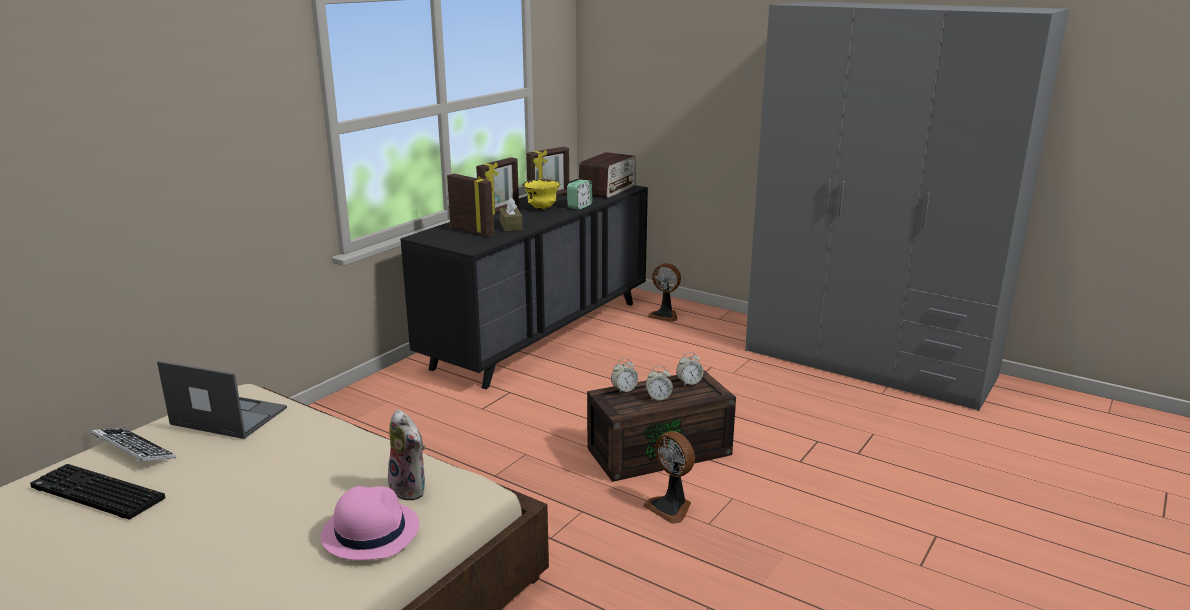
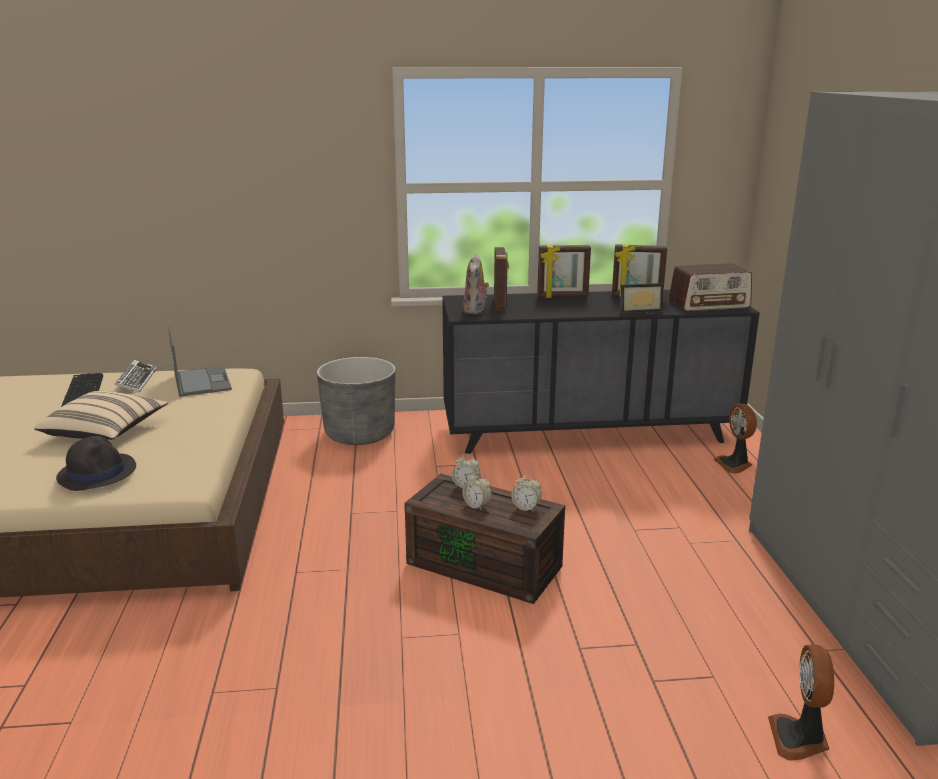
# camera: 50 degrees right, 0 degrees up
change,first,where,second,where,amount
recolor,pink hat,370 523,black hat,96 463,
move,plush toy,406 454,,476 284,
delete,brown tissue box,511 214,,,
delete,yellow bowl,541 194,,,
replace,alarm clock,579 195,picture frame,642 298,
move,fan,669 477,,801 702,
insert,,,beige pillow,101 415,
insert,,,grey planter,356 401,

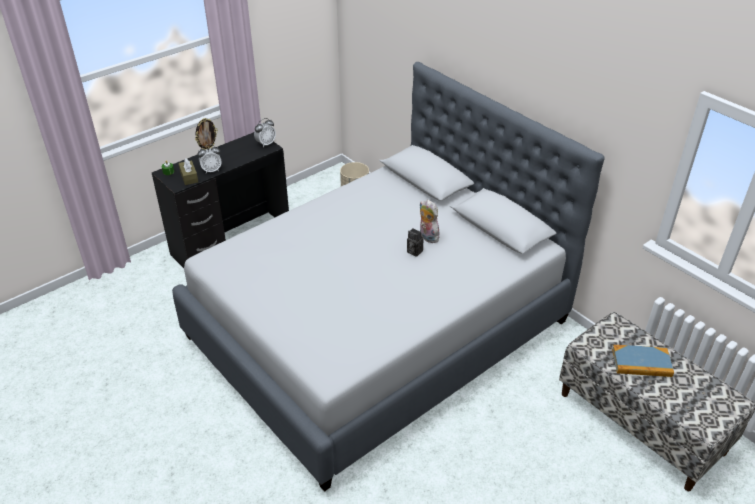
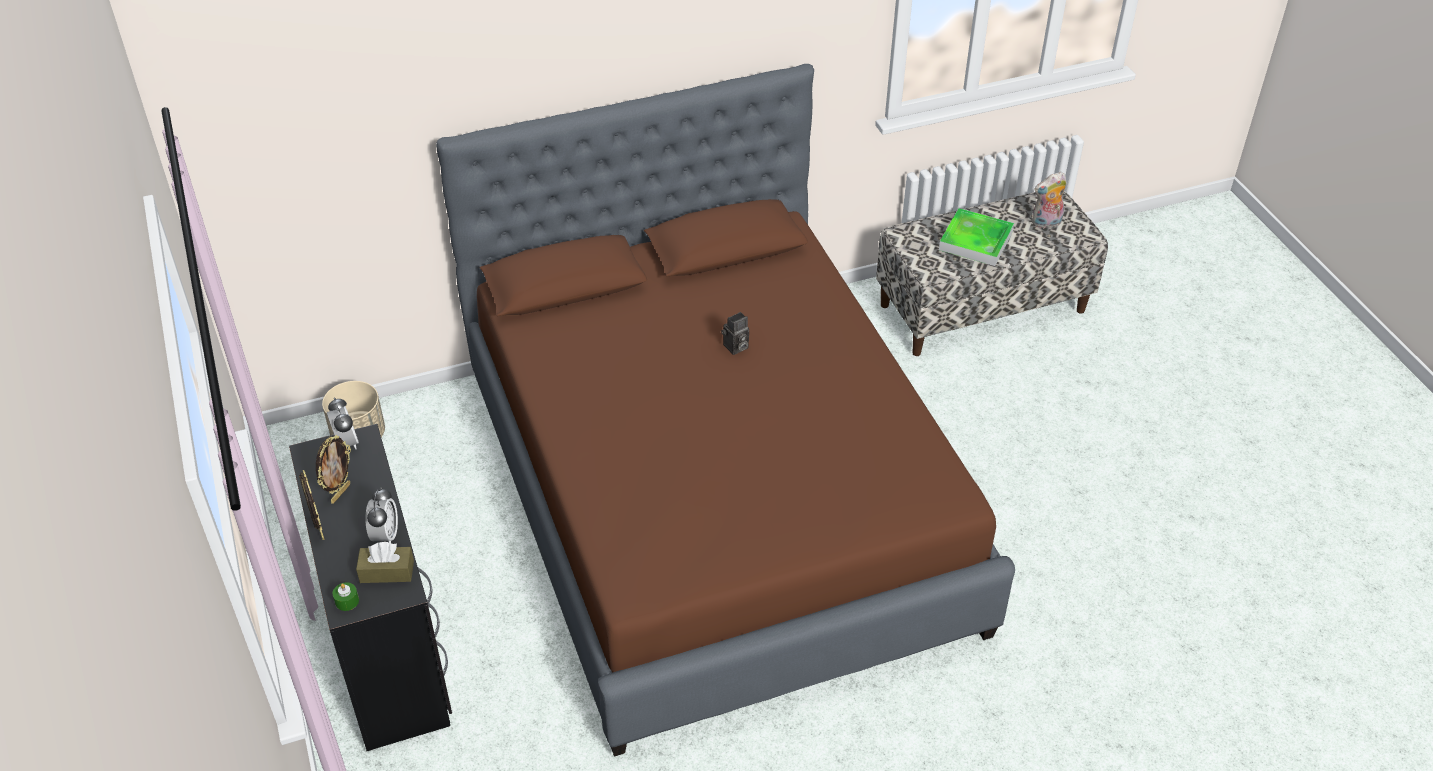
# camera: 70 degrees left, 5 degrees up
change,first,where,second,where,amount
recolor,grey bed,388 277,brown bed,725 410,
move,plush toy,429 221,,1049 200,
replace,book,643 361,tray,976 237,
insert,,,picture frame,333 469,

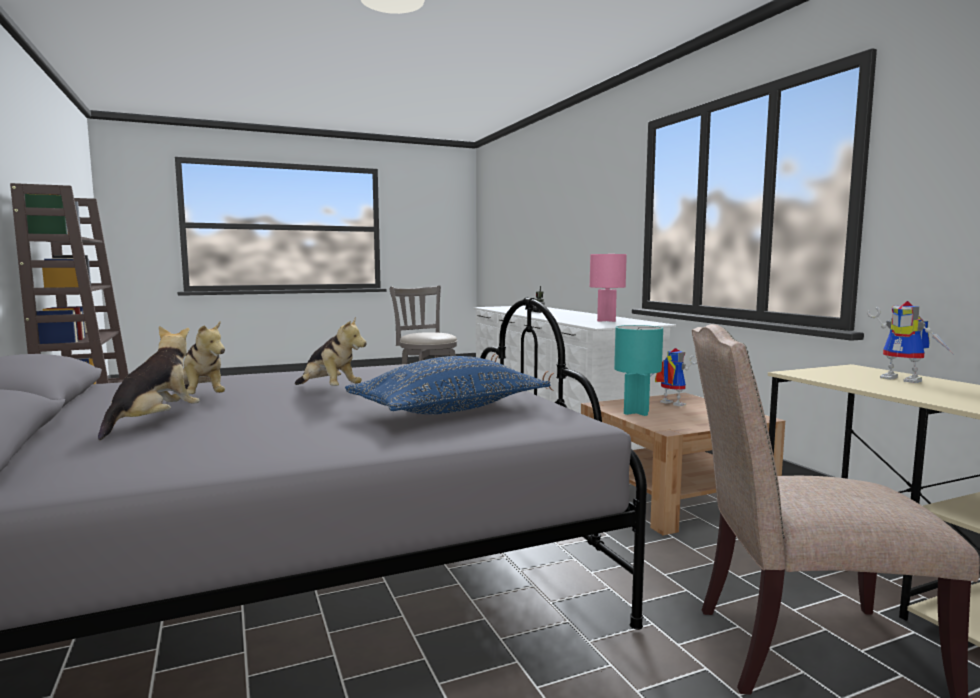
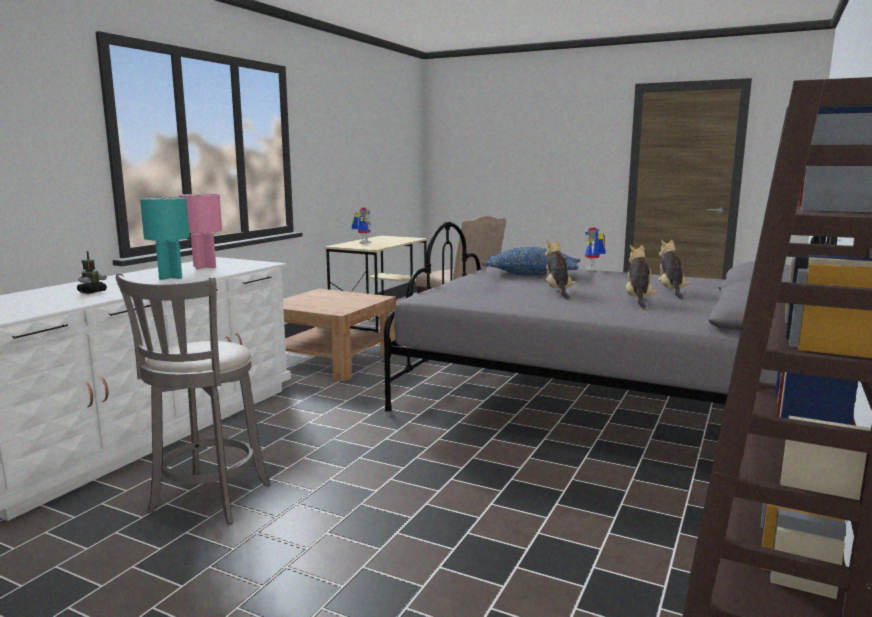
# camera: 130 degrees left, 5 degrees up
change,first,where,second,where,amount
rotate,plush toy,149 383,,674 269,120 degrees clockwise
move,turquoise table lamp,638 370,,165 238,
move,toy robot,673 377,,595 249,

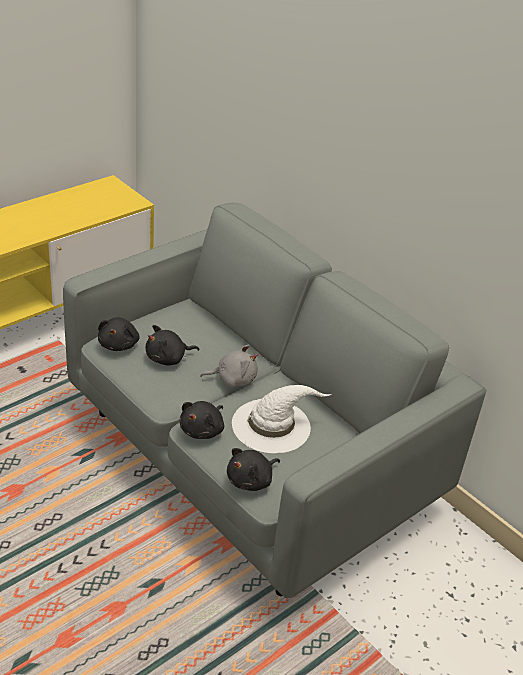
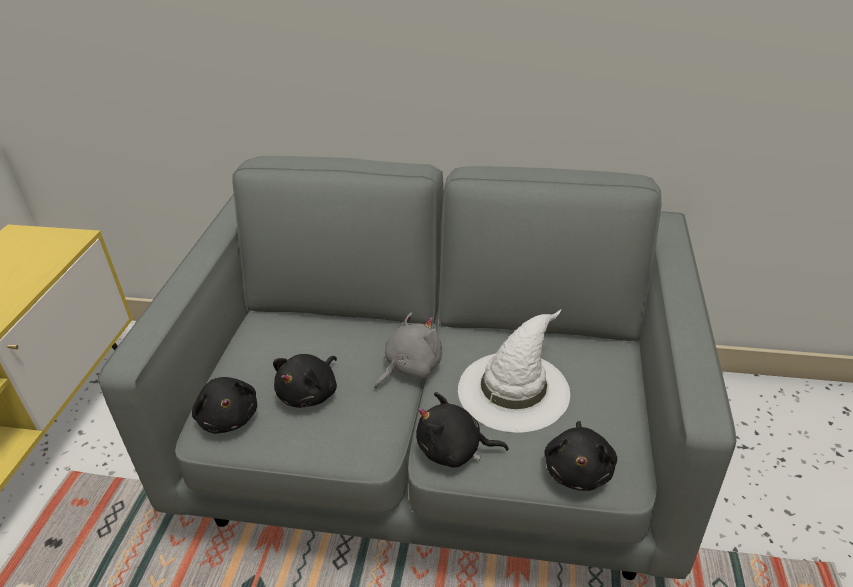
# camera: 35 degrees left, 0 degrees up
change,first,where,second,where,amount
rotate,black plush toy,201 420,,462 429,105 degrees clockwise

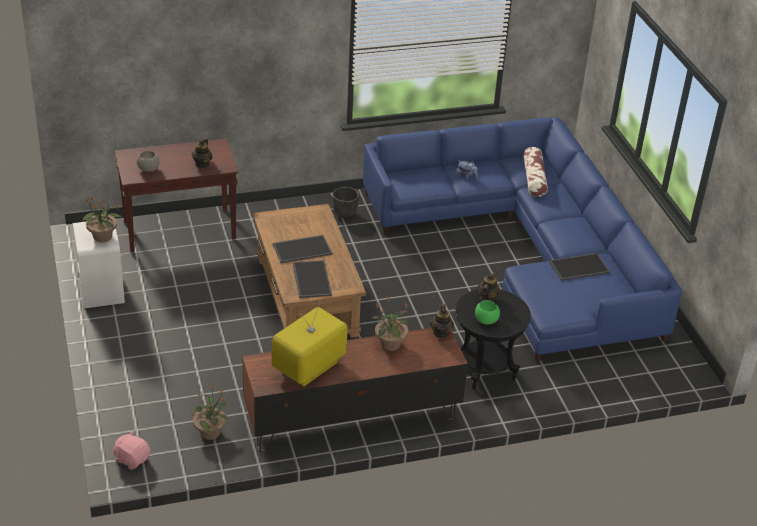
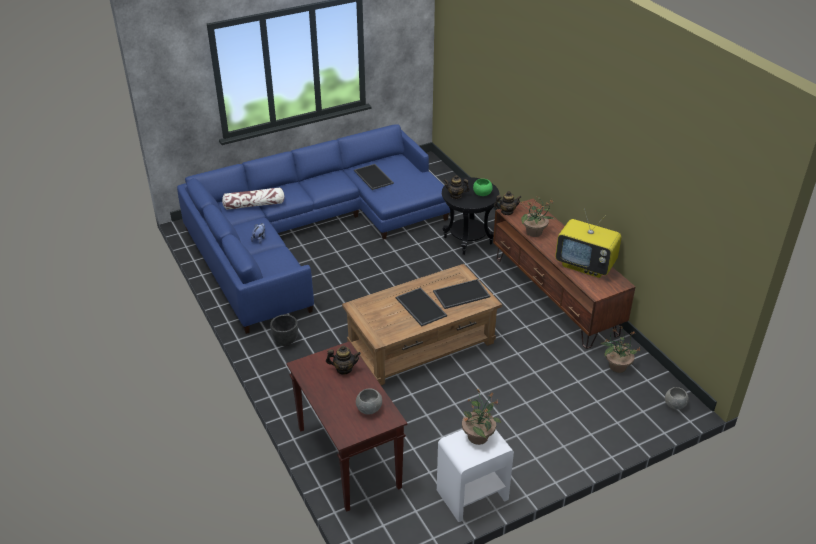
# camera: 100 degrees left, 0 degrees up
change,first,where,second,where,amount
replace,pink plush toy,132 450,grey bowl,677 398,

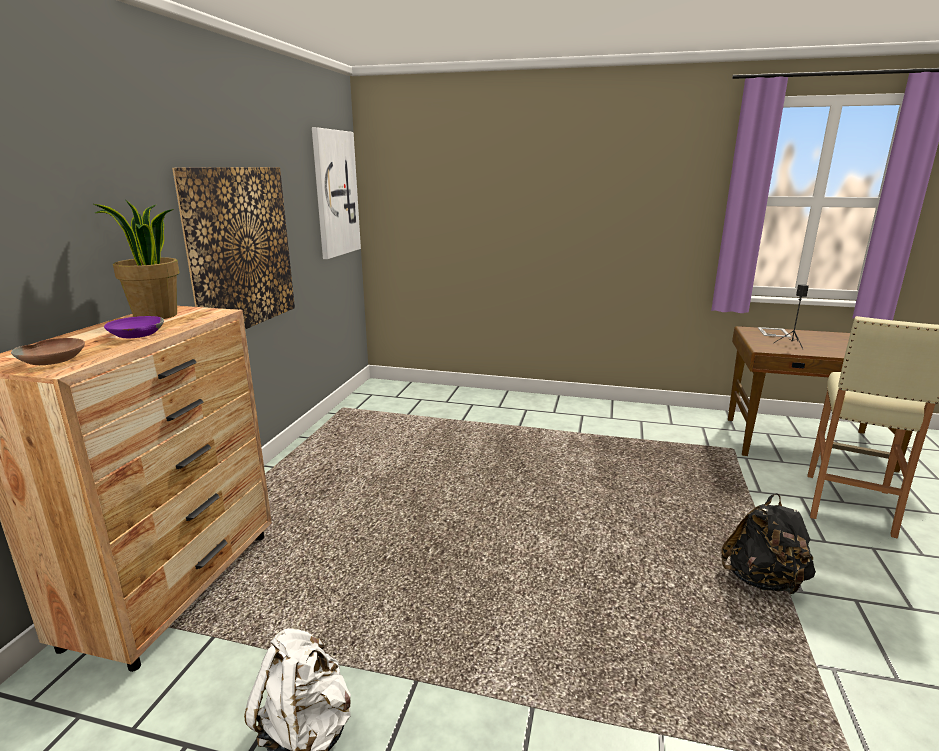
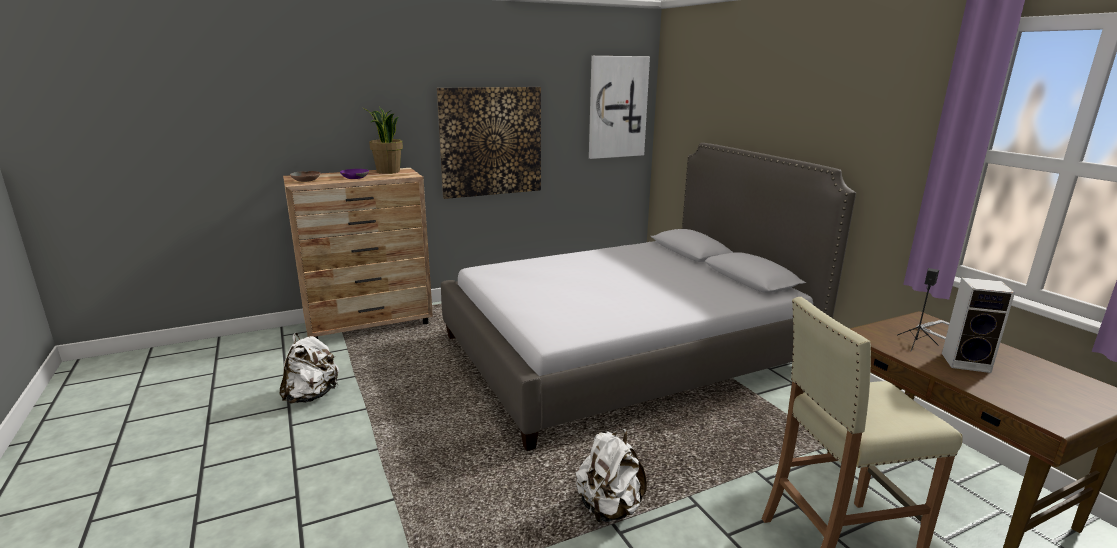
# camera: 50 degrees right, 0 degrees up
change,first,where,second,where,amount
recolor,black backpack,768 544,white backpack,611 476,
insert,,,bed,648 297,
insert,,,speaker,978 325,

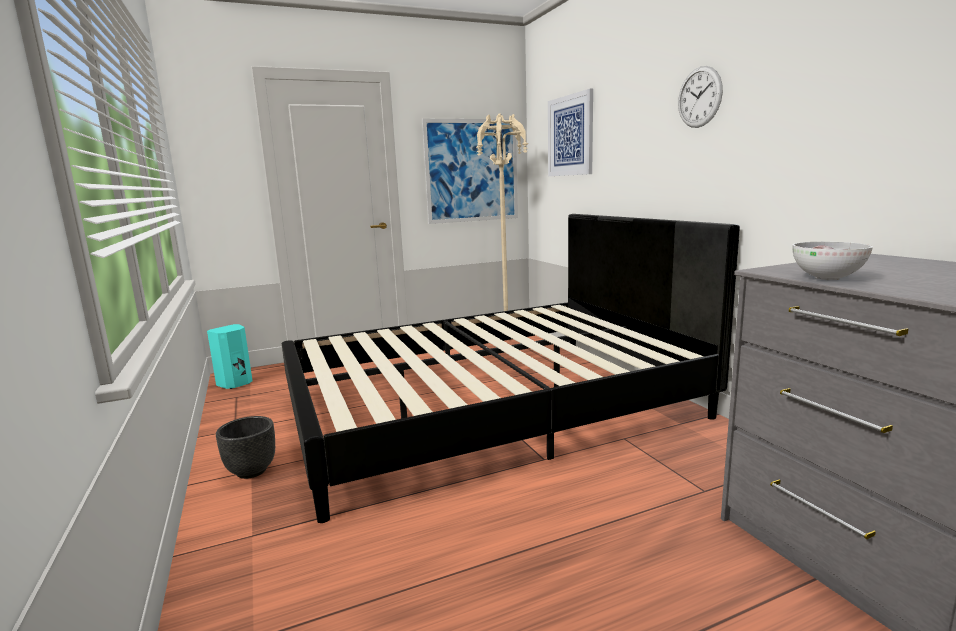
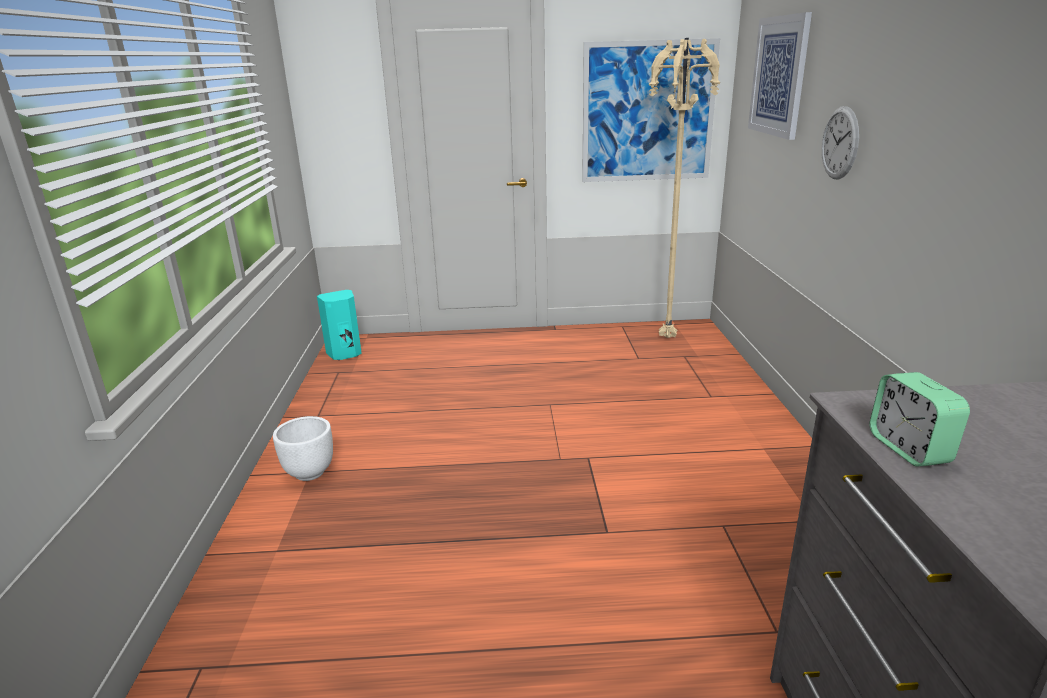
# camera: 20 degrees right, 10 degrees up
change,first,where,second,where,amount
recolor,black planter,245 447,white planter,303 448,
delete,black bed,511 368,,,
move,wall clock,700 97,,840 142,
replace,bowl,832 261,alarm clock,919 419,

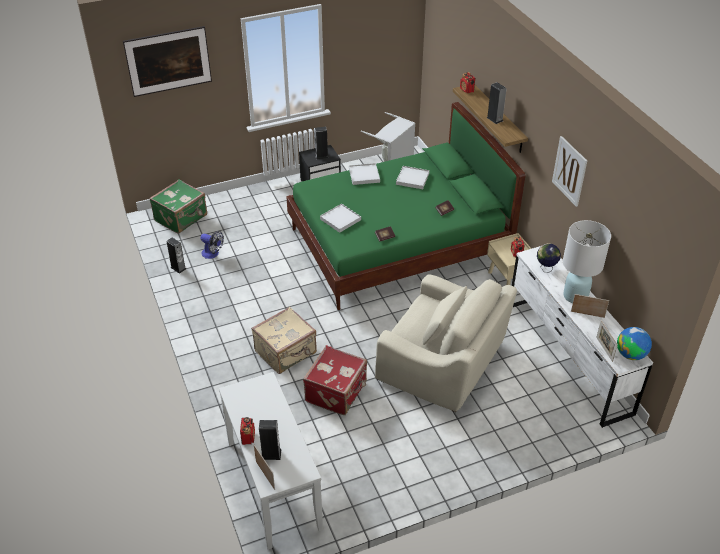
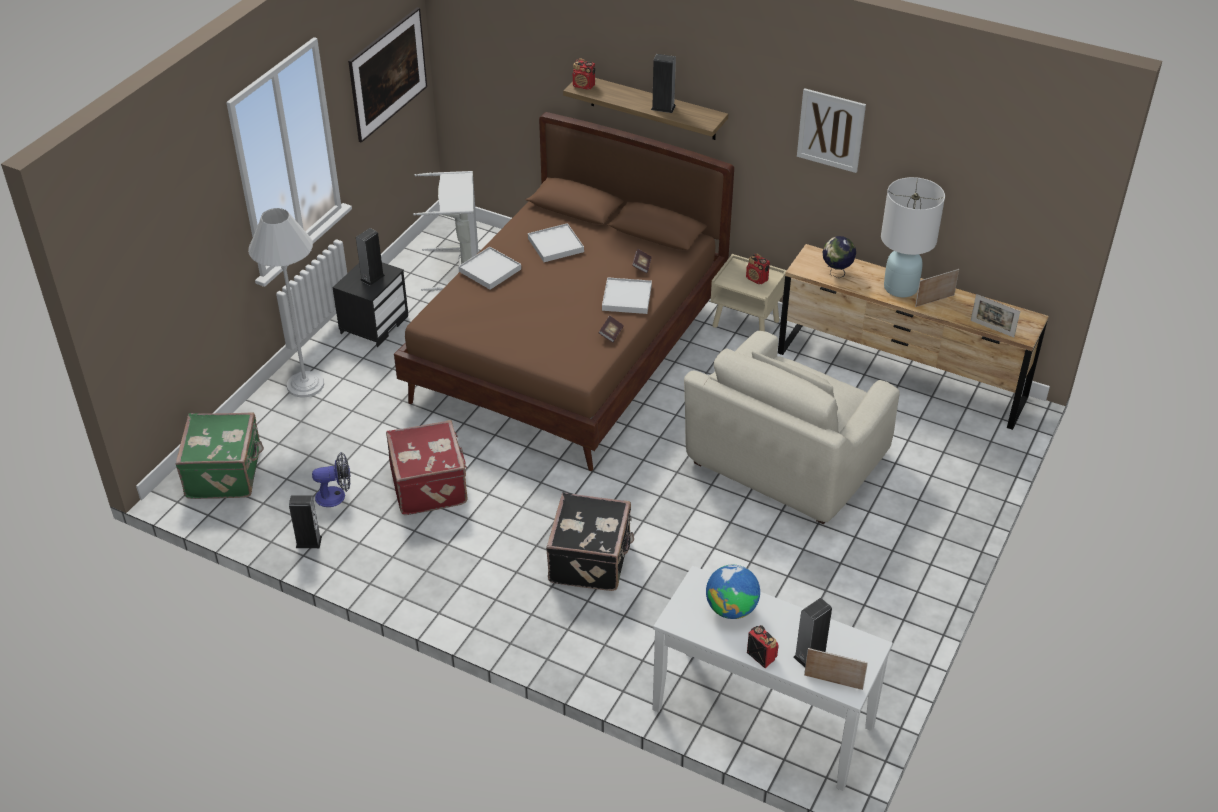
# camera: 40 degrees left, 0 degrees up
change,first,where,second,where,amount
move,picture,167 61,,387 75,
recolor,beige suitcase,284 340,black suitcase,590 541,
recolor,green bed,405 206,brown bed,564 291,
move,red suitcase,335 380,,427 467,
move,white tray,340 218,,627 295,
rotate,beige armchair,446 343,,792 427,135 degrees clockwise
recolor,white dresser,582 337,brown dresser,913 337,
move,globe,634 343,,733 592,
insert,,,white floor lamp,286 303,

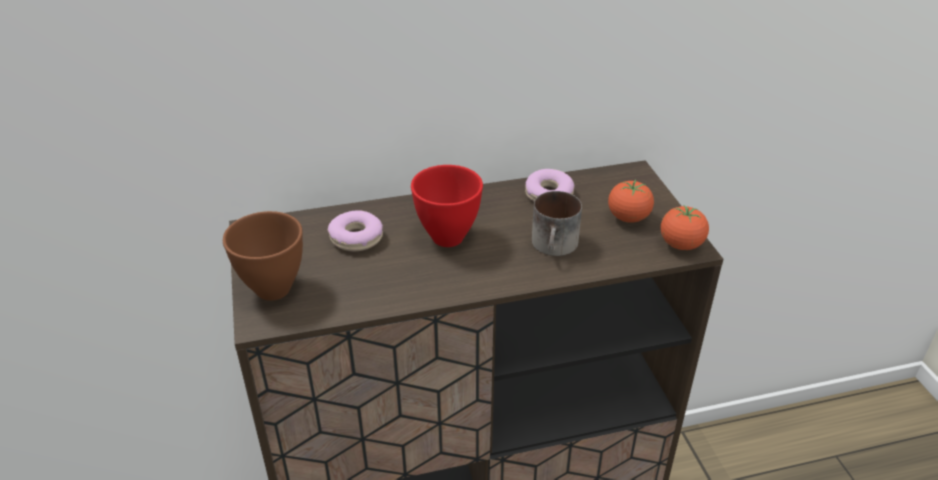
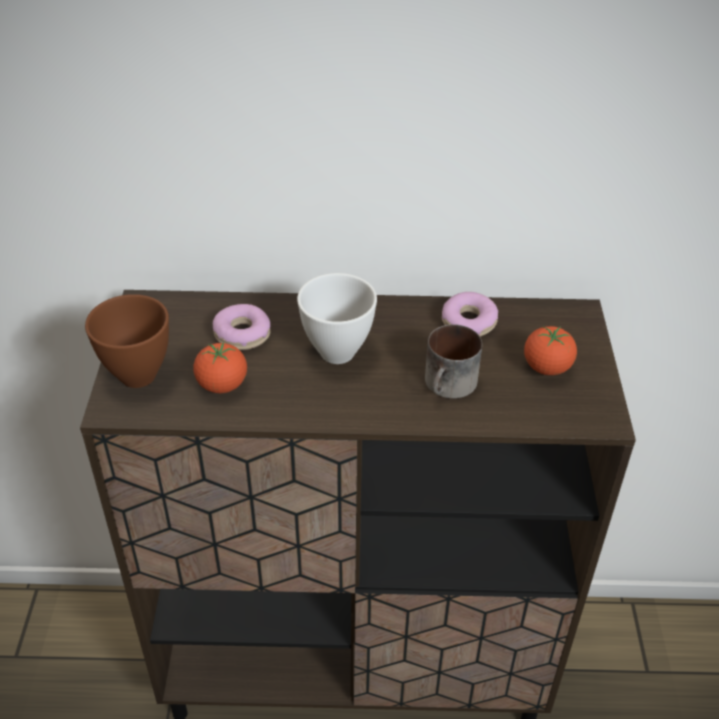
# camera: 15 degrees right, 5 degrees up
change,first,where,second,where,amount
recolor,red bowl,447 206,white bowl,337 318,
move,tomato,685 227,,220 367,

